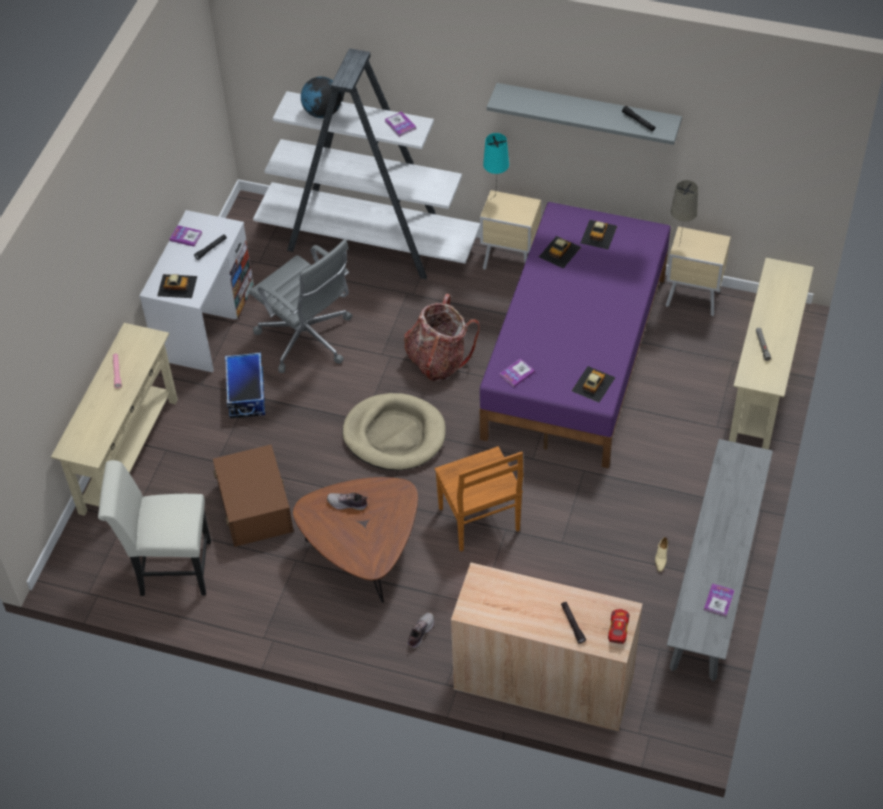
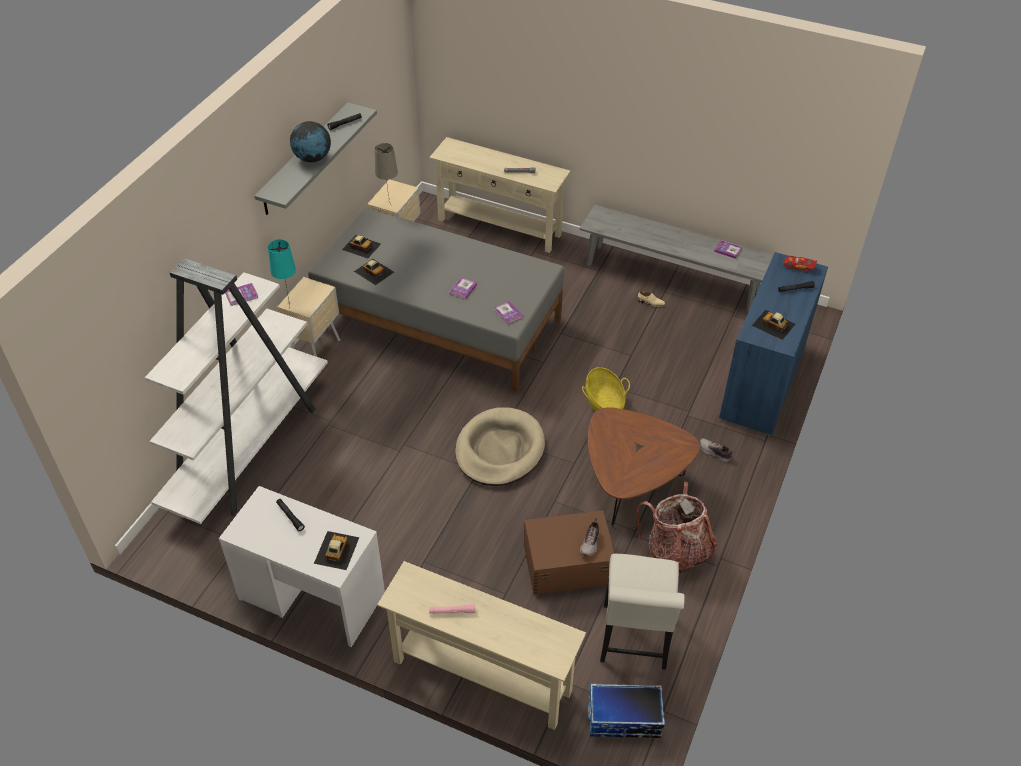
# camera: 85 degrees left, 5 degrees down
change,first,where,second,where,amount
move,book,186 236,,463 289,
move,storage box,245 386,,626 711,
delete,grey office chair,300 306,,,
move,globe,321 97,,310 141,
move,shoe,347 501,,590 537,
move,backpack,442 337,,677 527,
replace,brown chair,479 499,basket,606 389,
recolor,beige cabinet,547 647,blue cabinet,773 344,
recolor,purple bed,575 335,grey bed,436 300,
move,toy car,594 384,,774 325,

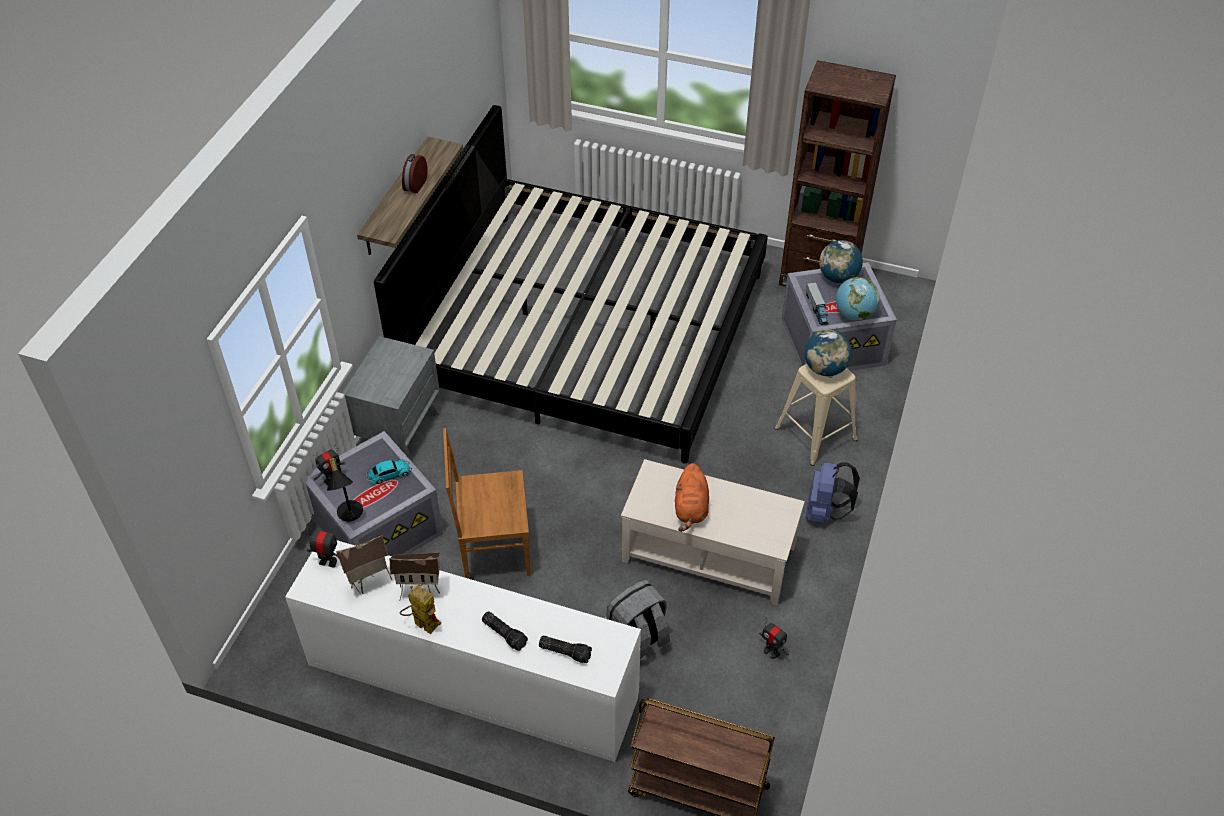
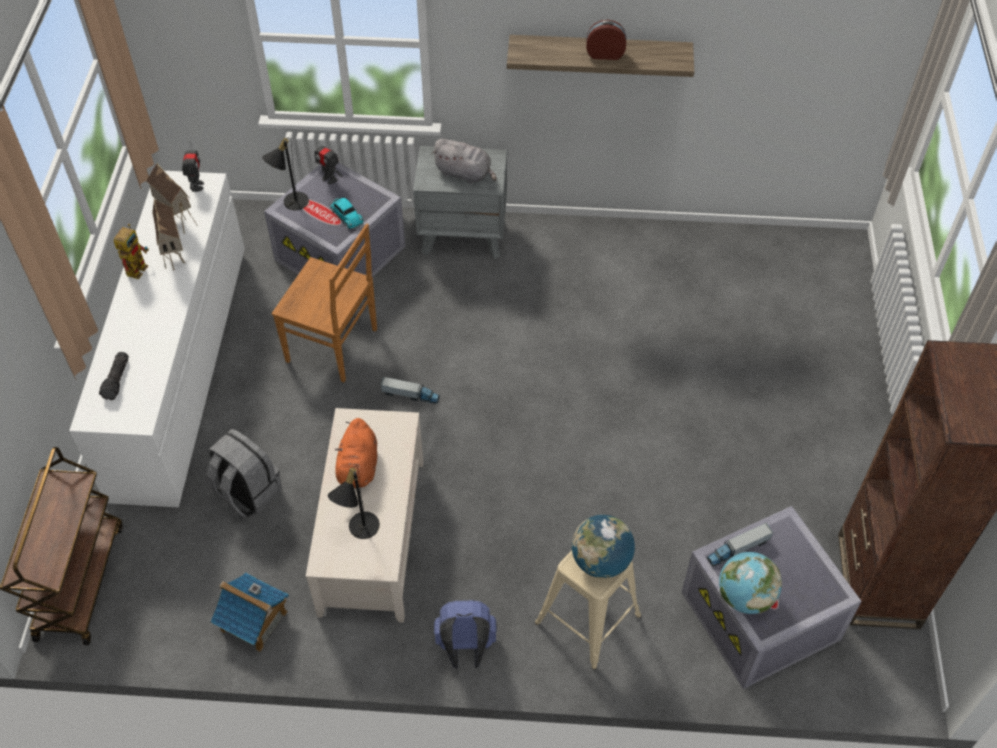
# camera: 75 degrees right, 5 degrees up
change,first,where,second,where,amount
delete,bed,571 284,,,
rotate,brown chair,487 503,,324 302,135 degrees clockwise
delete,flashlight,505 631,,,
rotate,orange plush toy,692 497,,356 453,75 degrees counterclockwise
replace,toy robot,774 638,toy house,249 612,
delete,globe,841 261,,,
insert,,,black table lamp,354 503,
insert,,,toy truck,410 390,
insert,,,grey plush toy,464 161,

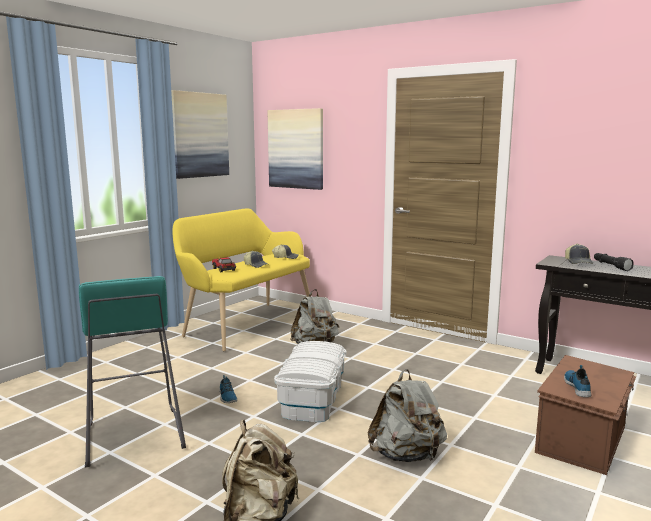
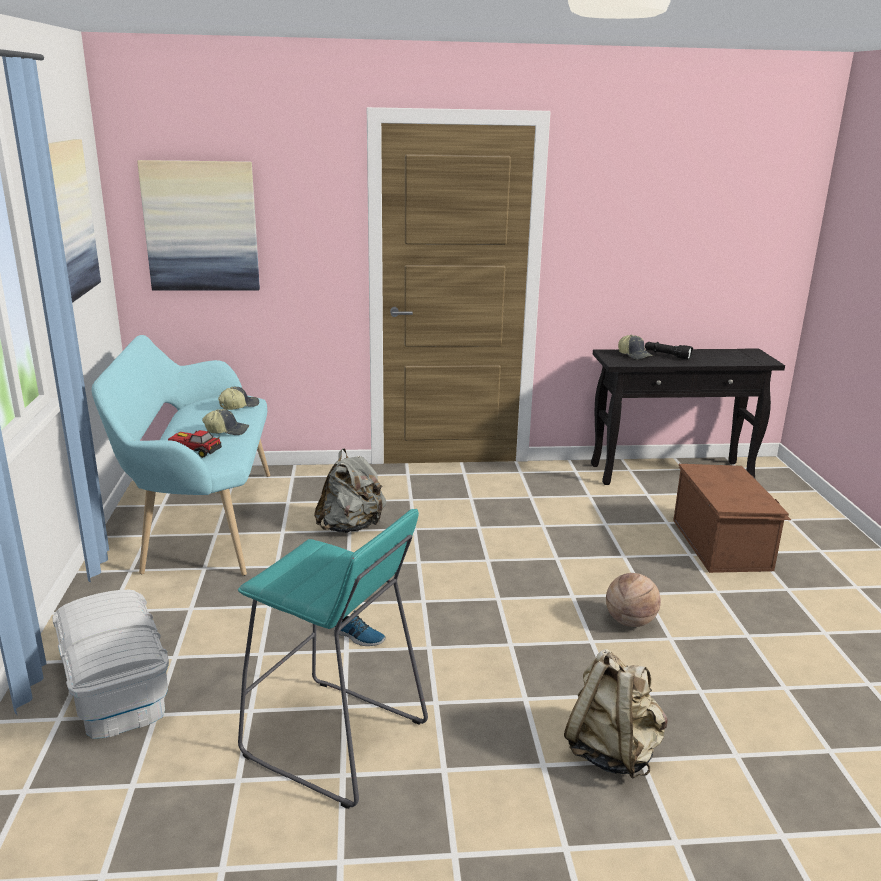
# camera: 40 degrees left, 10 degrees up
change,first,where,second,where,amount
recolor,yellow bench,241 280,turquoise bench,181 455,
move,white storage box,310 381,,110 664,
replace,grey backpack,407 415,basketball,633 600,
delete,shoe,577 381,,,

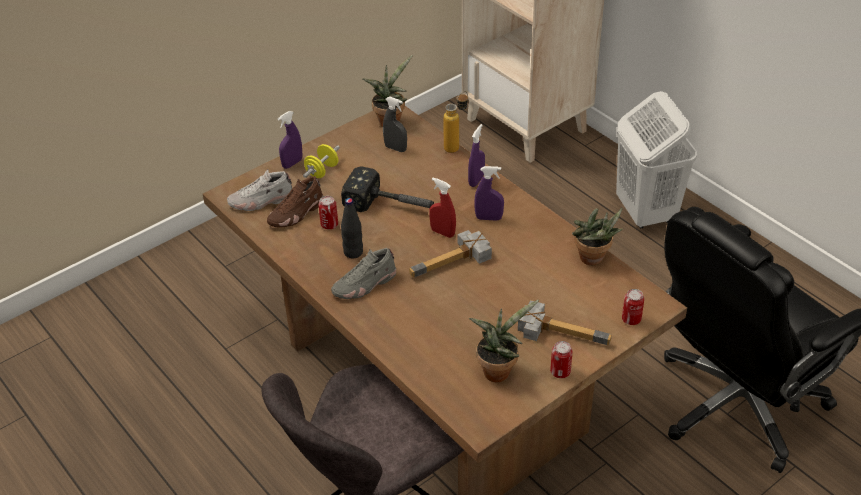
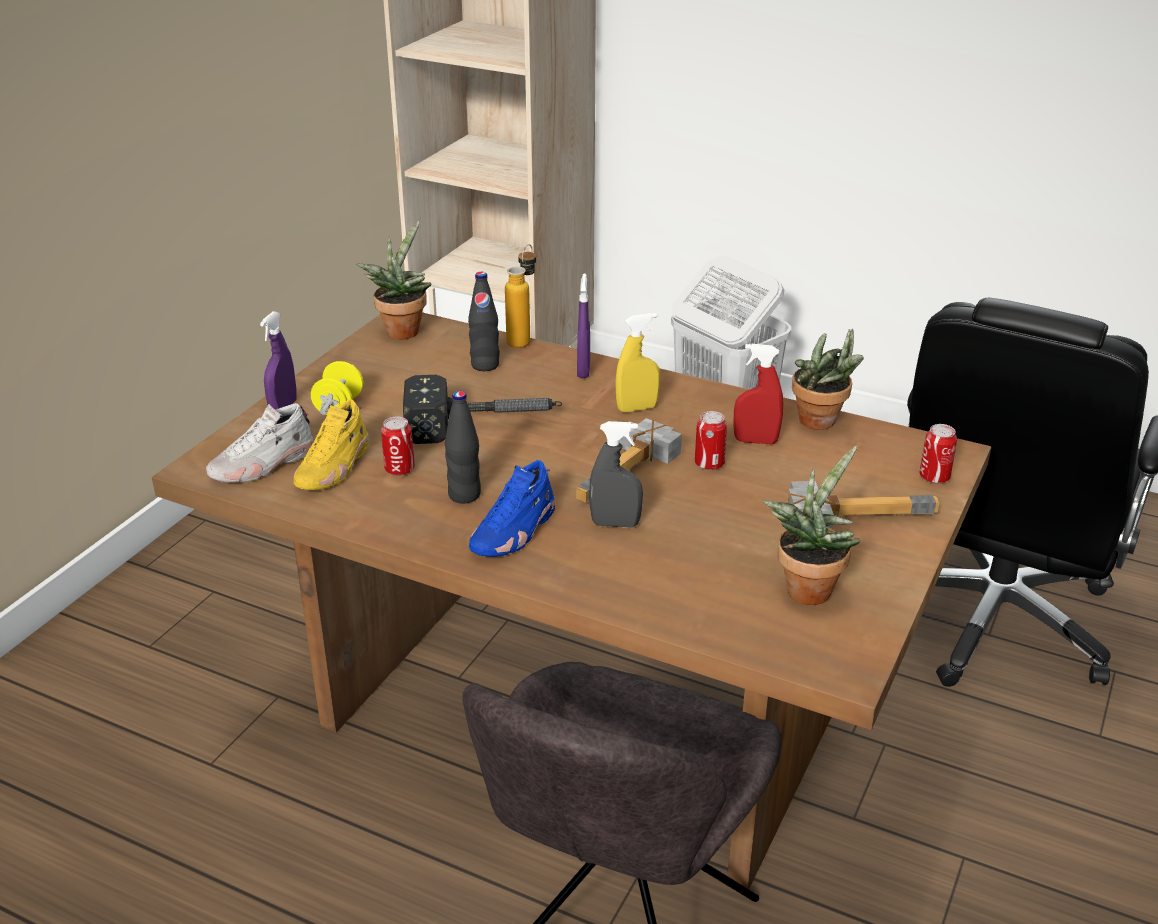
# camera: 25 degrees left, 10 degrees down
change,first,where,second,where,amount
recolor,brown shoe,295 202,yellow shoe,332 444,
recolor,grey shoe,363 273,blue shoe,512 508,
move,grey spray bottle,395 124,,616 474,
move,red spray bottle,442 208,,758 394,
recolor,purple spray bottle,489 193,yellow spray bottle,637 362,
move,can,561 359,,711 440,
insert,,,black bottle,484 321,

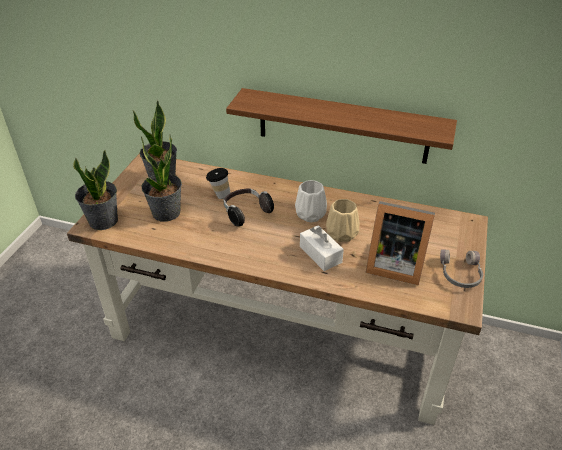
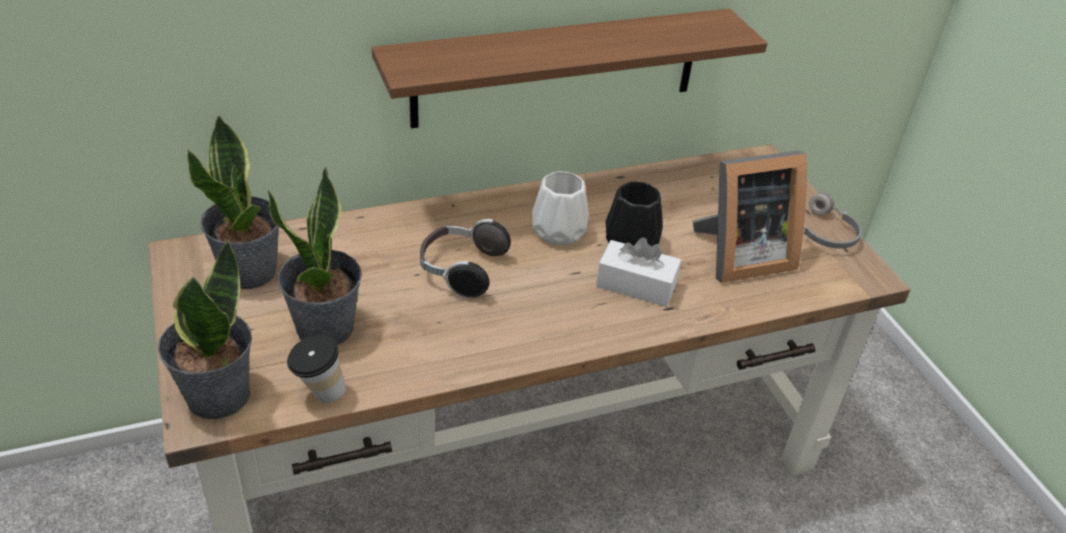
# camera: 40 degrees left, 0 degrees up
change,first,where,second,where,amount
move,cup,218 183,,316 369,
recolor,beige vase,342 220,black vase,634 213,

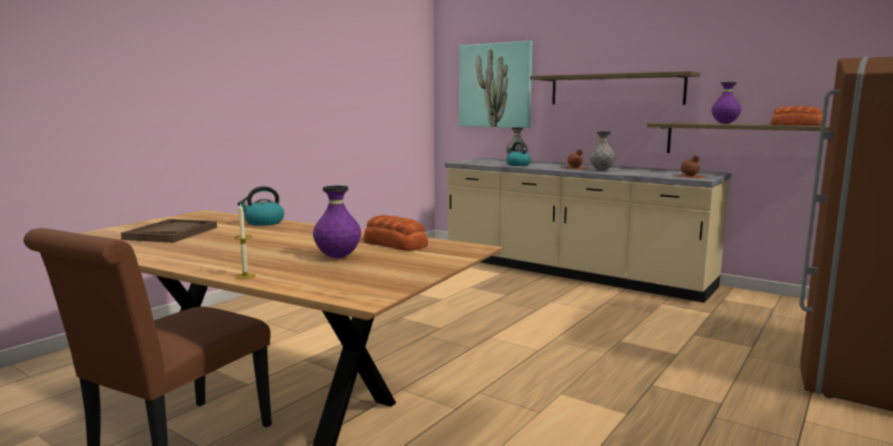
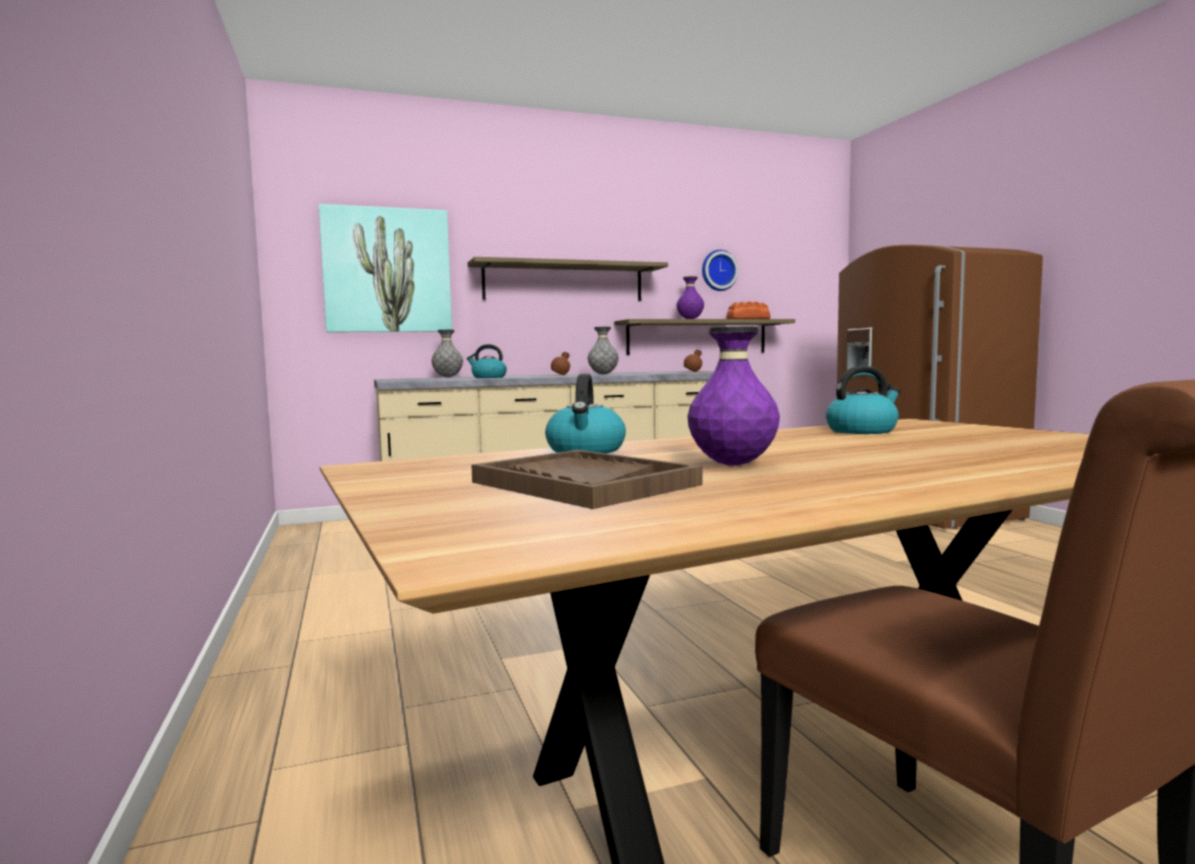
# camera: 55 degrees left, 5 degrees down
change,first,where,second,where,amount
delete,candle,245 241,,,
move,purple vase,337 221,,733 396,
replace,bread,395 233,kettle,863 400,
insert,,,wall clock,720 270,

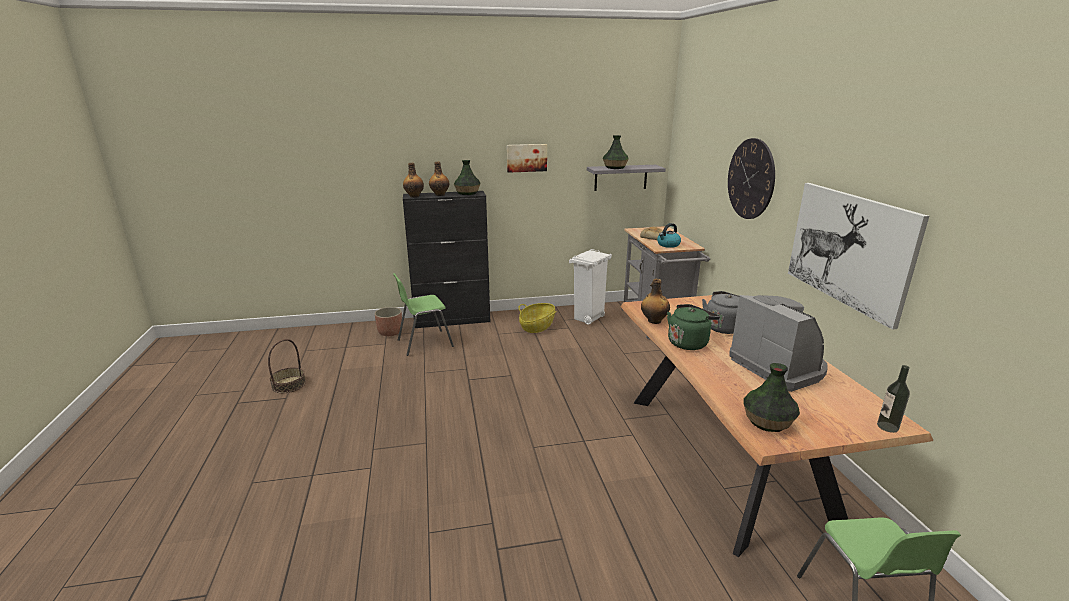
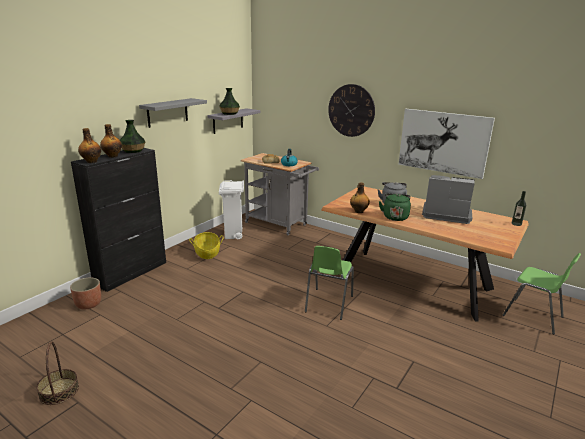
# camera: 45 degrees left, 0 degrees up
change,first,where,second,where,amount
move,green chair,423 314,,329 283,
replace,picture,527 158,grey shelf,173 113,
delete,vase,771 397,,,

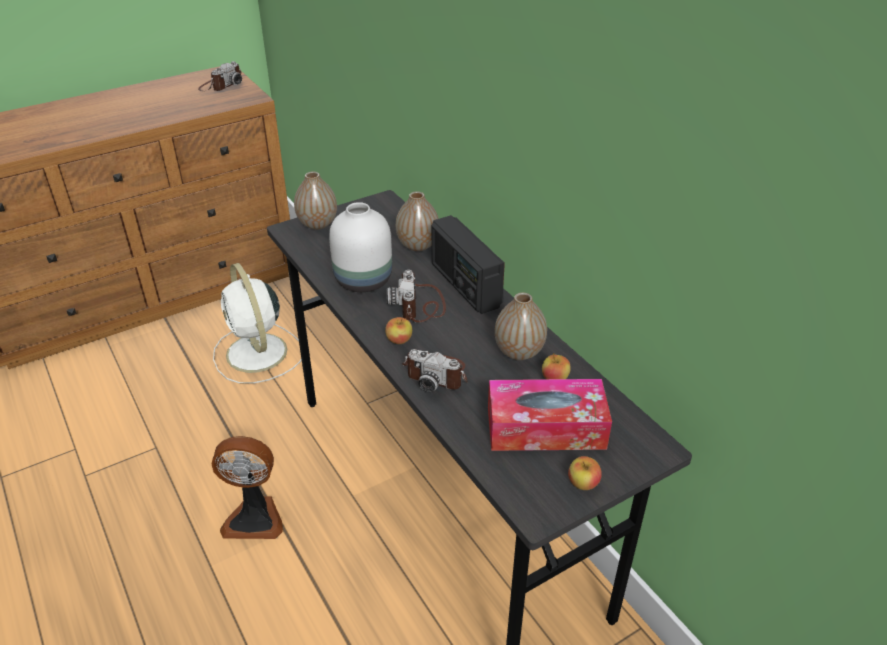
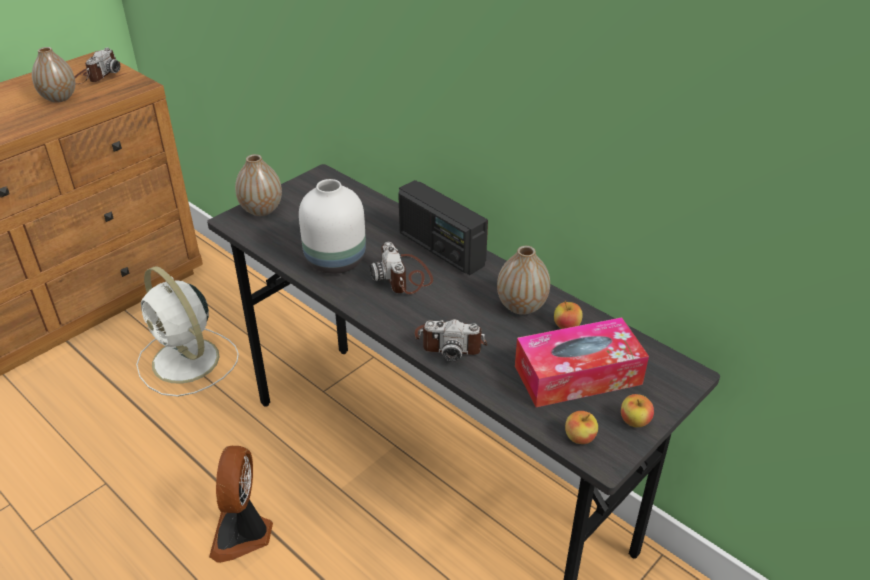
# camera: 15 degrees left, 0 degrees up
change,first,where,second,where,amount
rotate,fan,247 487,,241 504,105 degrees clockwise
move,apple,398 330,,581 427,
move,vase,417 221,,53 75,

